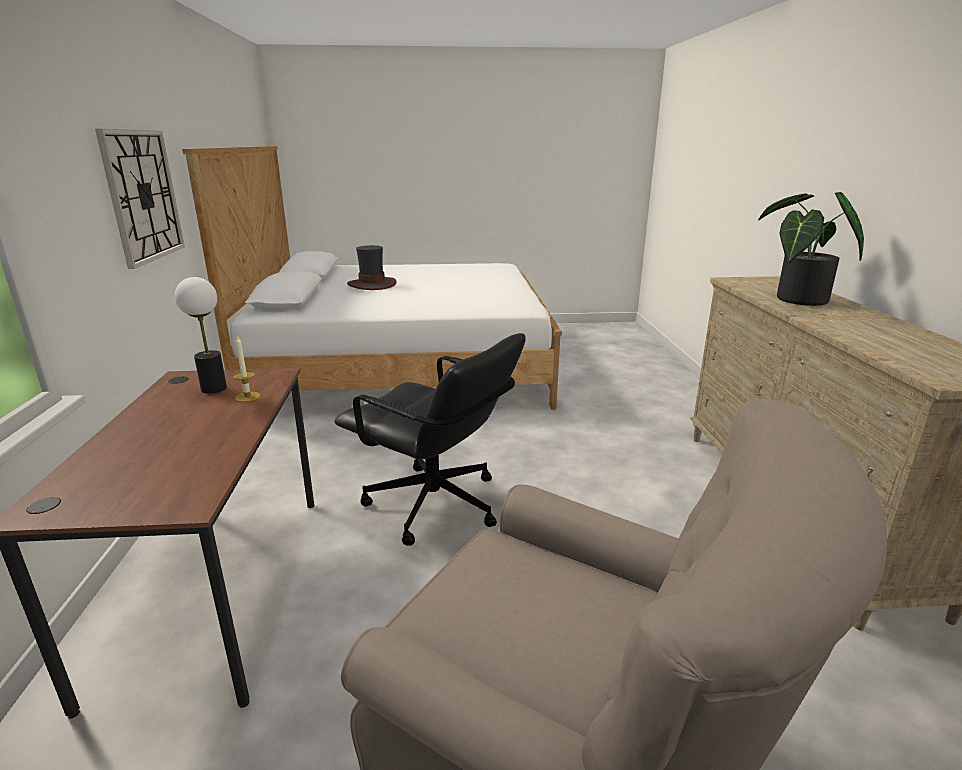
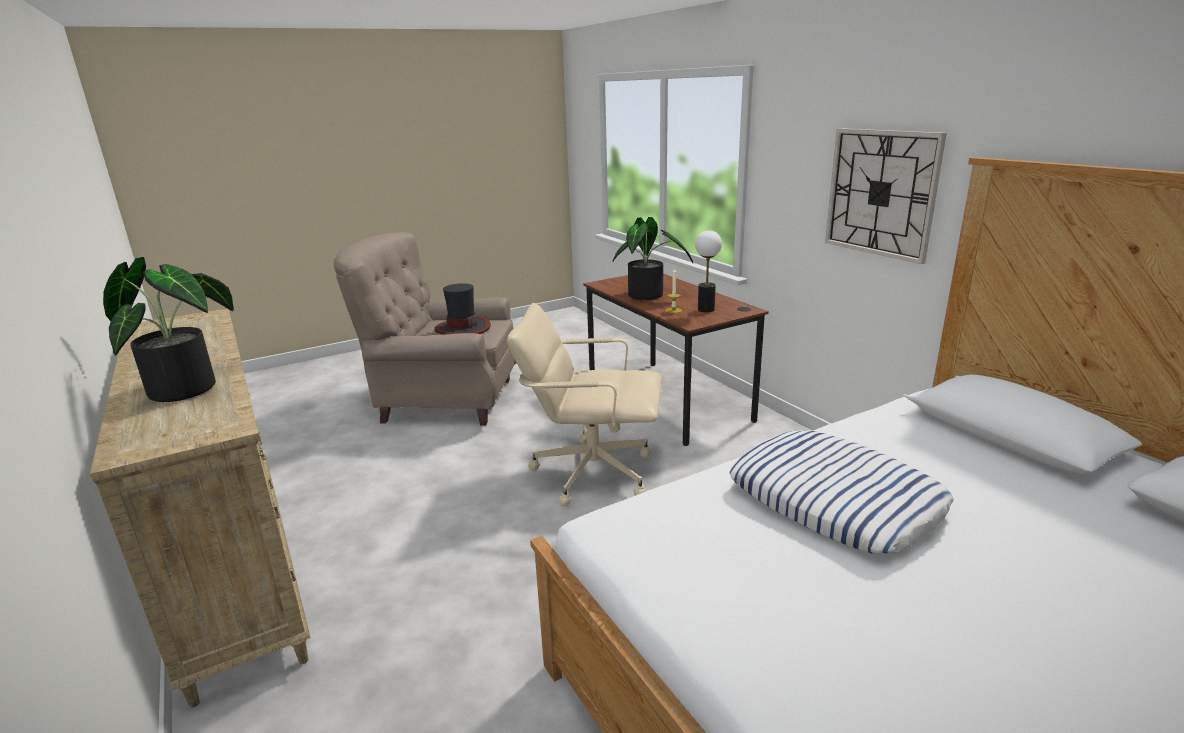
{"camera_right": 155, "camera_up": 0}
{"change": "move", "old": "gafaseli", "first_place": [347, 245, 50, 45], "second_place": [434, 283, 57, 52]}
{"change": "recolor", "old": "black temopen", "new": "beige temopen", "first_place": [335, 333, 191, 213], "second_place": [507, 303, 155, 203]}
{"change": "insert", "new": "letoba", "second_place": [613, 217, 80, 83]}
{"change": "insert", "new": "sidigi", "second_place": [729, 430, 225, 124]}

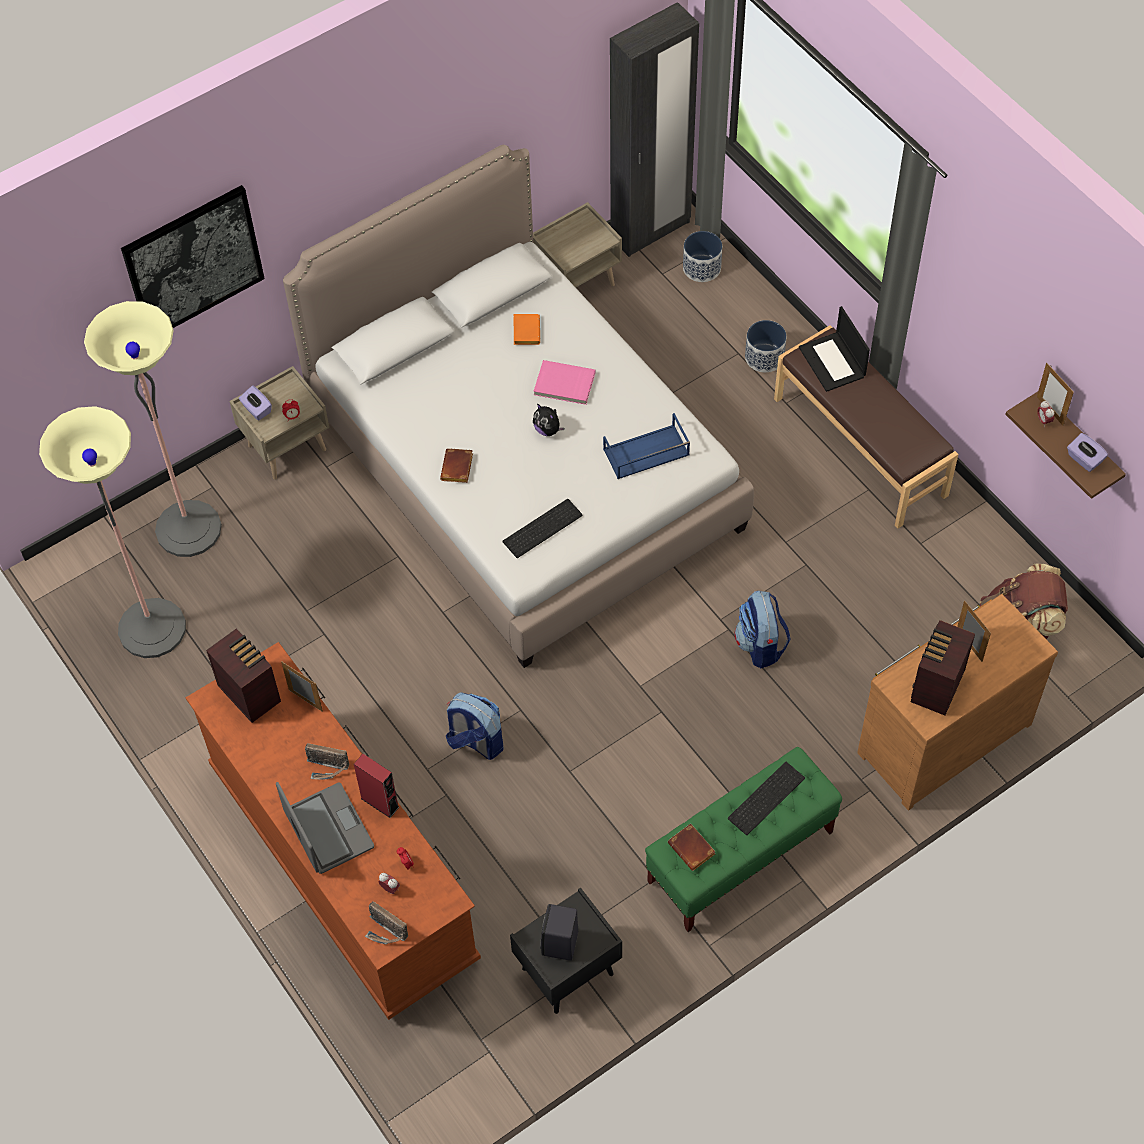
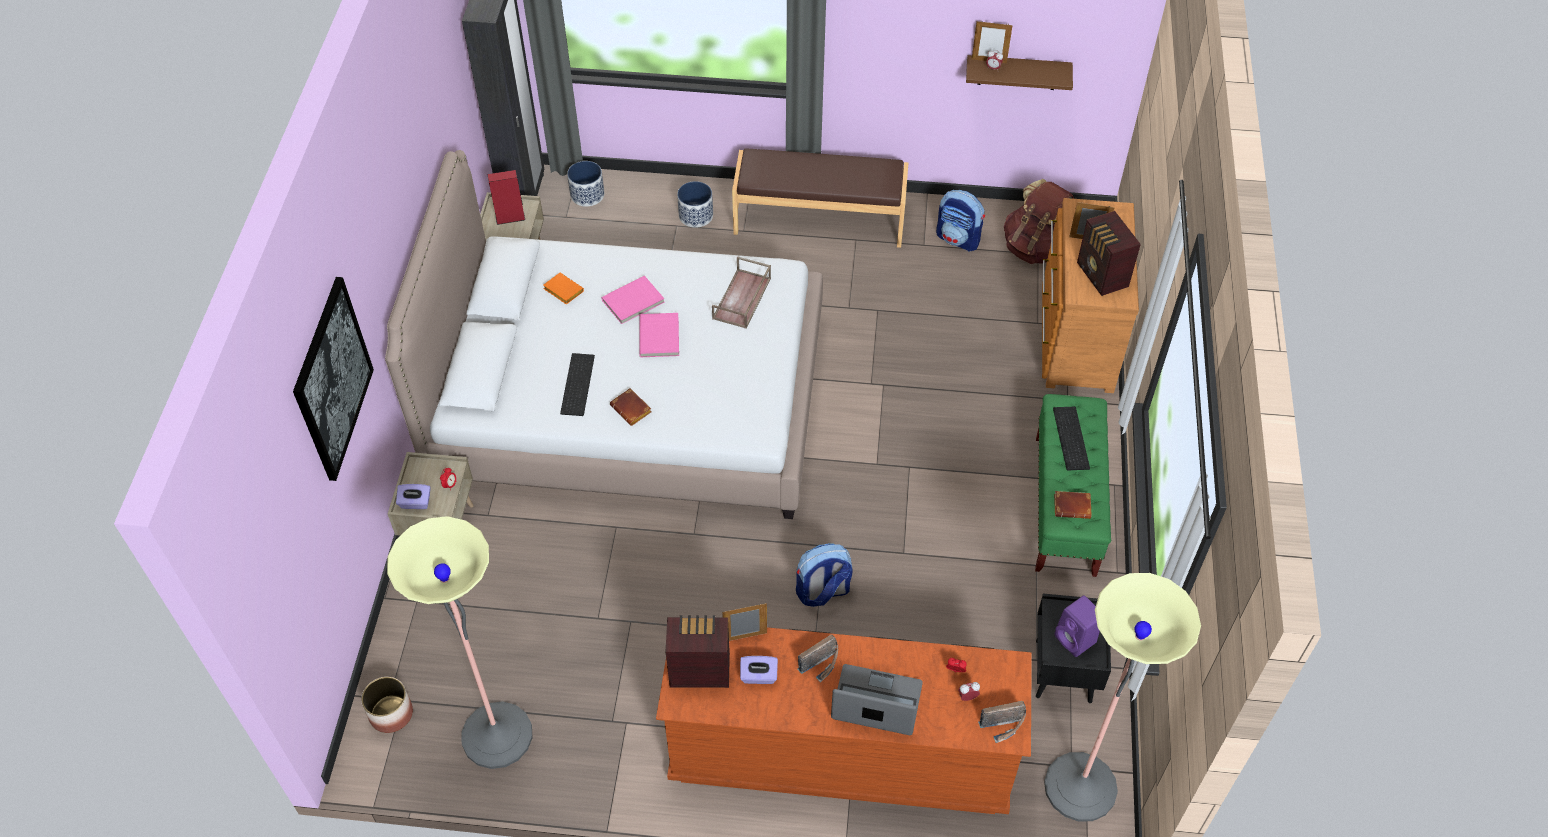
{"camera_right": -50, "camera_up": -5}
{"change": "move", "old": "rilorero", "first_place": [84, 301, 138, 256], "second_place": [1044, 573, 157, 249]}
{"change": "delete", "old": "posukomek", "first_place": [799, 306, 71, 86]}
{"change": "replace", "old": "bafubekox", "new": "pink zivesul", "first_place": [533, 403, 31, 33], "second_place": [639, 313, 40, 44]}
{"change": "recolor", "old": "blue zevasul", "new": "brown zevasul", "first_place": [603, 413, 87, 66], "second_place": [712, 256, 59, 73]}
{"change": "move", "old": "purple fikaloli", "first_place": [1067, 433, 41, 39], "second_place": [740, 656, 38, 28]}
{"change": "move", "old": "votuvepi", "first_place": [503, 499, 80, 59], "second_place": [560, 353, 35, 63]}
{"change": "move", "old": "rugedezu", "first_place": [735, 590, 56, 78], "second_place": [936, 190, 49, 61]}
{"change": "move", "old": "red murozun", "first_place": [354, 754, 45, 64], "second_place": [488, 170, 37, 55]}
{"change": "recolor", "old": "black murozun", "new": "purple murozun", "first_place": [540, 904, 38, 57], "second_place": [1054, 595, 46, 62]}
{"change": "insert", "new": "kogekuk", "second_place": [361, 677, 52, 56]}

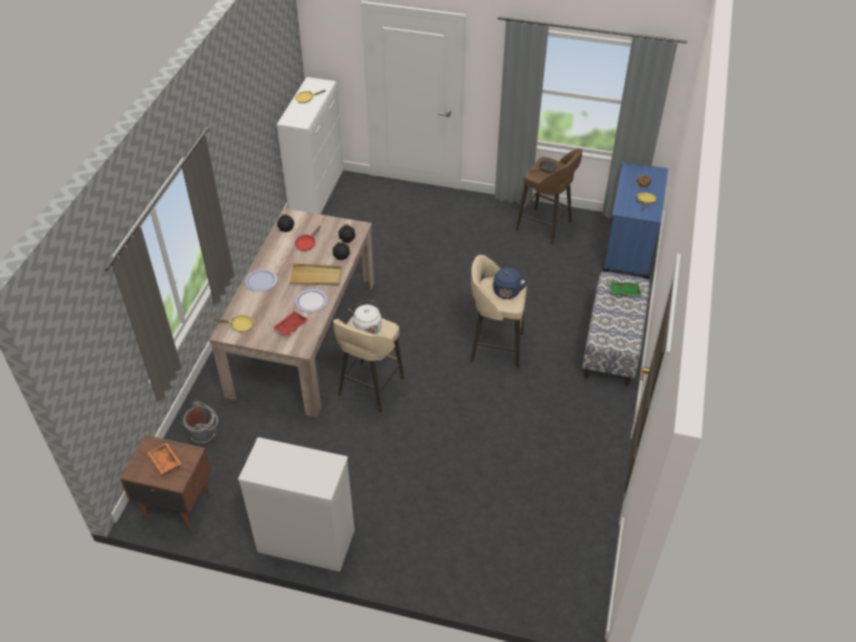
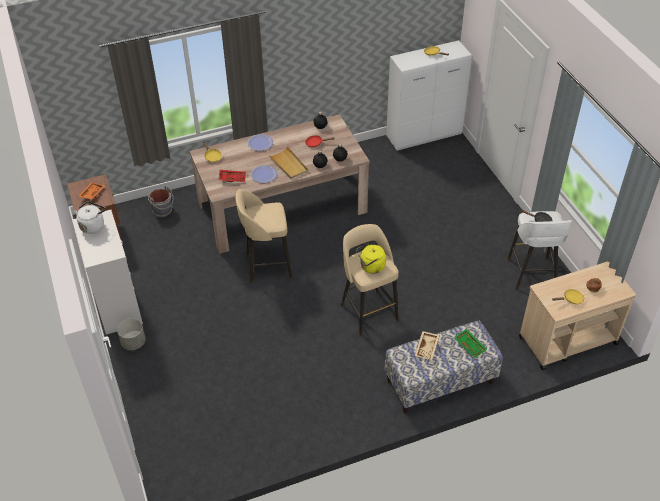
{"camera_right": 55, "camera_up": 0}
{"change": "recolor", "old": "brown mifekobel", "new": "white mifekobel", "first_place": [516, 148, 66, 97], "second_place": [507, 211, 65, 79]}
{"change": "recolor", "old": "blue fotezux", "new": "beige fotezux", "first_place": [603, 162, 65, 117], "second_place": [519, 261, 117, 109]}
{"change": "recolor", "old": "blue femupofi", "new": "yellow femupofi", "first_place": [493, 268, 34, 31], "second_place": [356, 243, 30, 31]}
{"change": "move", "old": "white femupofi", "first_place": [348, 300, 34, 34], "second_place": [74, 201, 32, 33]}
{"change": "insert", "new": "grey kogekuk", "second_place": [117, 319, 29, 31]}
{"change": "insert", "new": "beige zevasul", "second_place": [415, 331, 24, 29]}

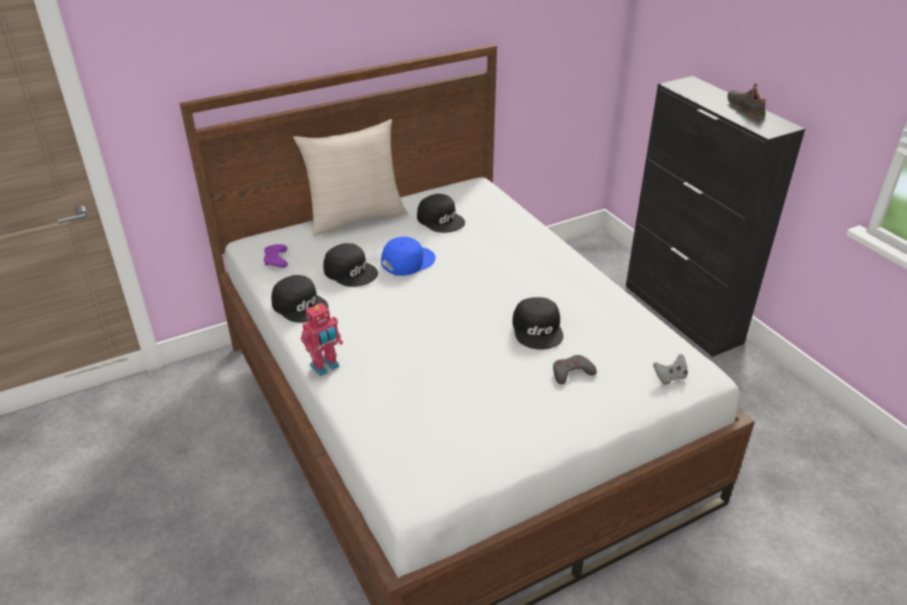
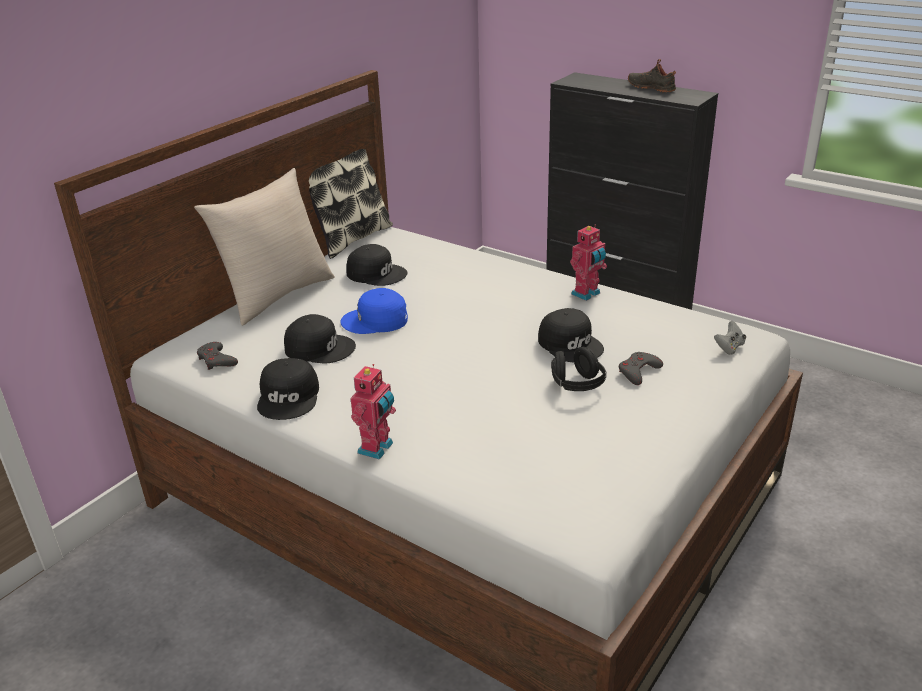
{"camera_right": -25, "camera_up": -5}
{"change": "rotate", "old": "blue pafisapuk", "first_place": [381, 237, 55, 39], "second_place": [341, 288, 67, 46], "degrees": -120}
{"change": "recolor", "old": "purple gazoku", "new": "grey gazoku", "first_place": [264, 244, 24, 24], "second_place": [197, 342, 41, 28]}
{"change": "rotate", "old": "black pafisapuk", "first_place": [271, 275, 58, 48], "second_place": [257, 358, 62, 62], "degrees": 75}
{"change": "insert", "new": "sidigi", "second_place": [309, 149, 84, 110]}
{"change": "insert", "new": "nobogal", "second_place": [570, 225, 37, 76]}
{"change": "insert", "new": "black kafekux", "second_place": [551, 347, 56, 44]}

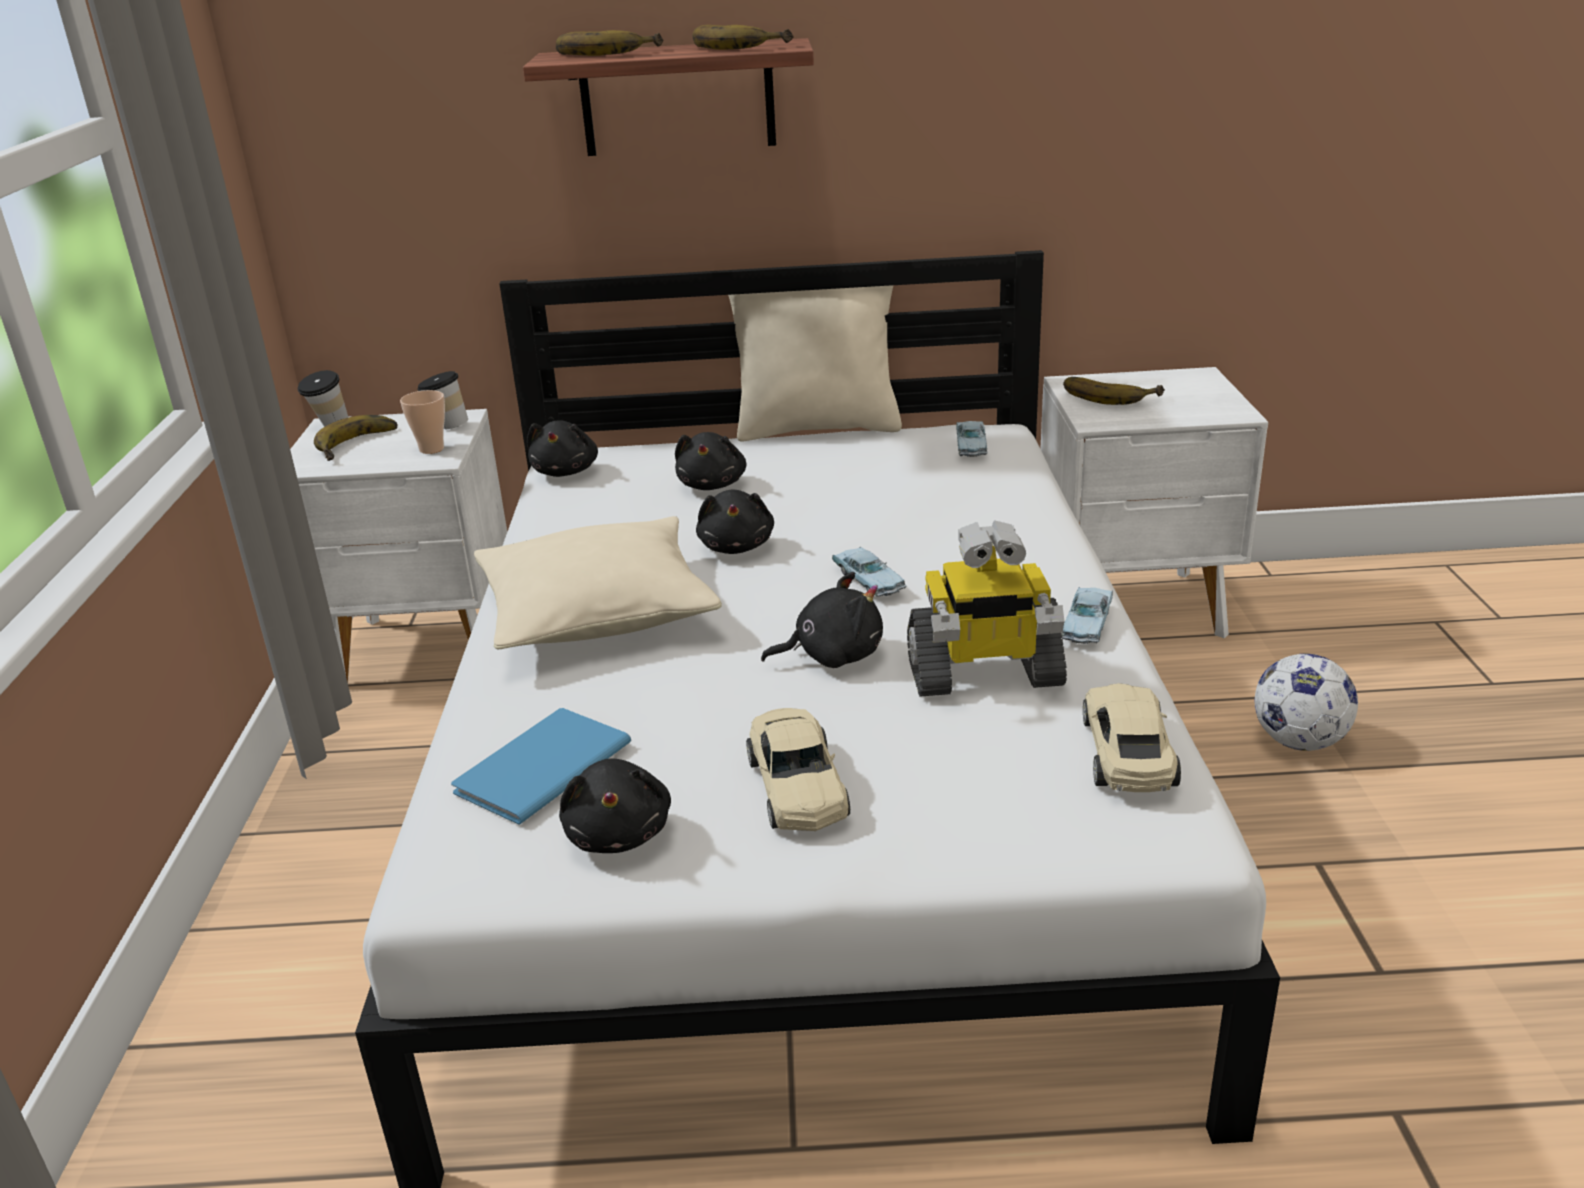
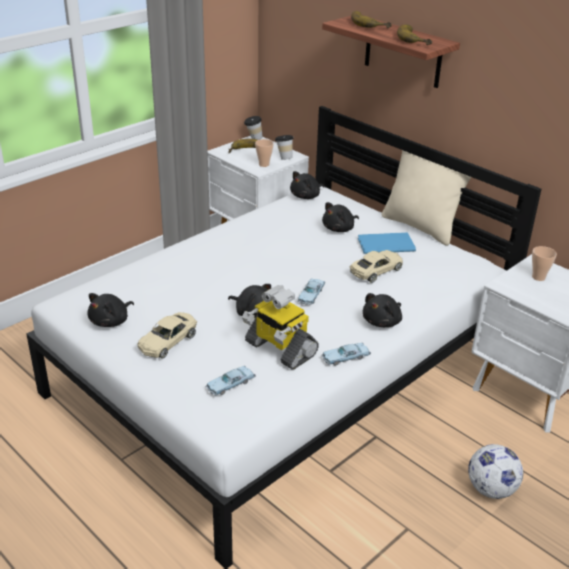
{"camera_right": 45, "camera_up": 5}
{"change": "replace", "old": "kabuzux", "new": "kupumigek", "first_place": [1063, 377, 102, 28], "second_place": [532, 246, 25, 35]}
{"change": "move", "old": "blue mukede", "first_place": [956, 421, 32, 36], "second_place": [206, 366, 50, 30]}
{"change": "move", "old": "black bafubekox", "first_place": [696, 490, 78, 64], "second_place": [363, 293, 39, 34]}
{"change": "delete", "old": "beige sidigi", "first_place": [474, 516, 248, 134]}
{"change": "move", "old": "beige mukede", "first_place": [1083, 683, 98, 109], "second_place": [350, 250, 53, 33]}
{"change": "move", "old": "blue zivesul", "first_place": [451, 708, 180, 117], "second_place": [358, 232, 58, 22]}

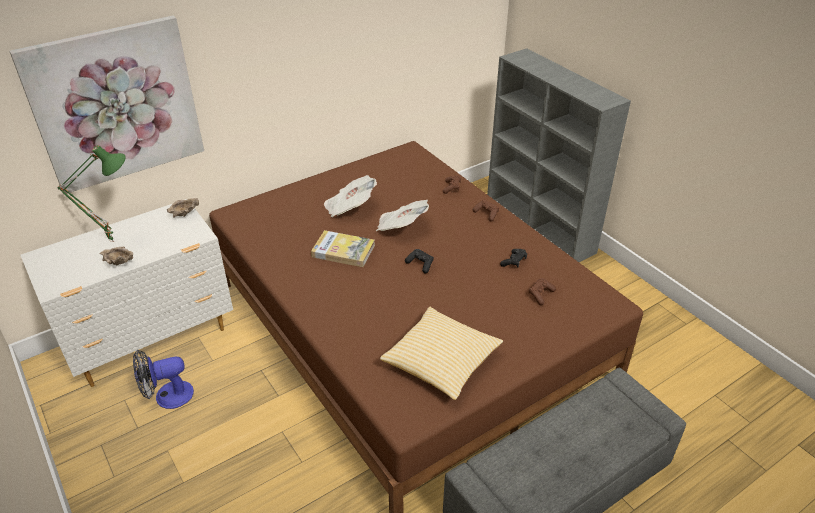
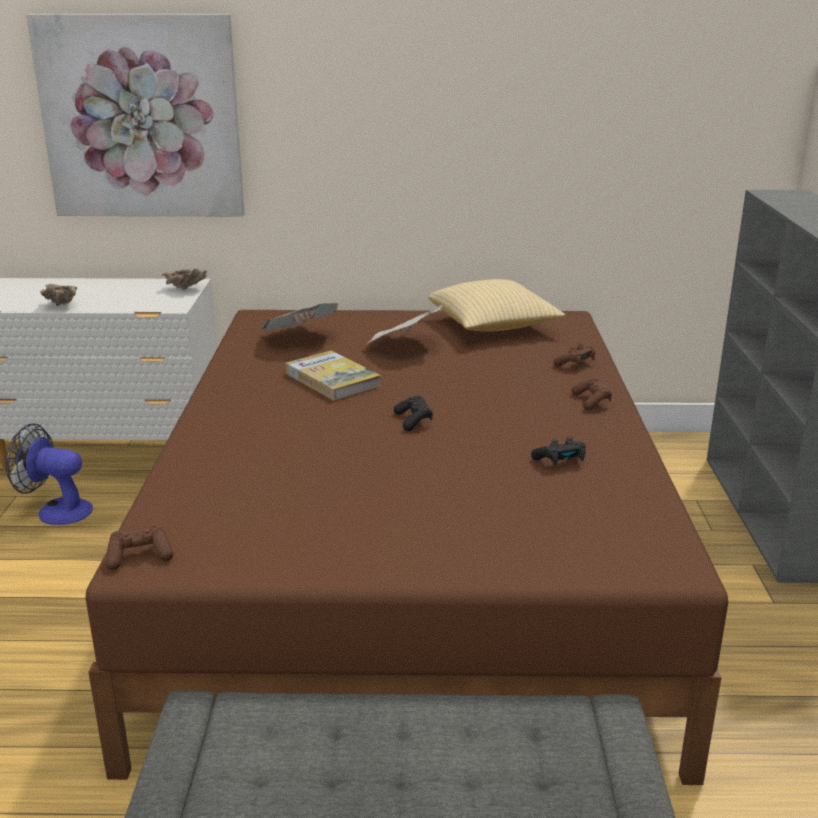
{"camera_right": 35, "camera_up": -15}
{"change": "delete", "old": "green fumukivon", "first_place": [57, 145, 69, 97]}
{"change": "move", "old": "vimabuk", "first_place": [376, 200, 53, 31], "second_place": [261, 303, 78, 28]}
{"change": "move", "old": "brown gazoku", "first_place": [529, 278, 27, 27], "second_place": [106, 525, 68, 45]}
{"change": "move", "old": "sidigi", "first_place": [380, 306, 123, 94], "second_place": [429, 279, 136, 53]}

